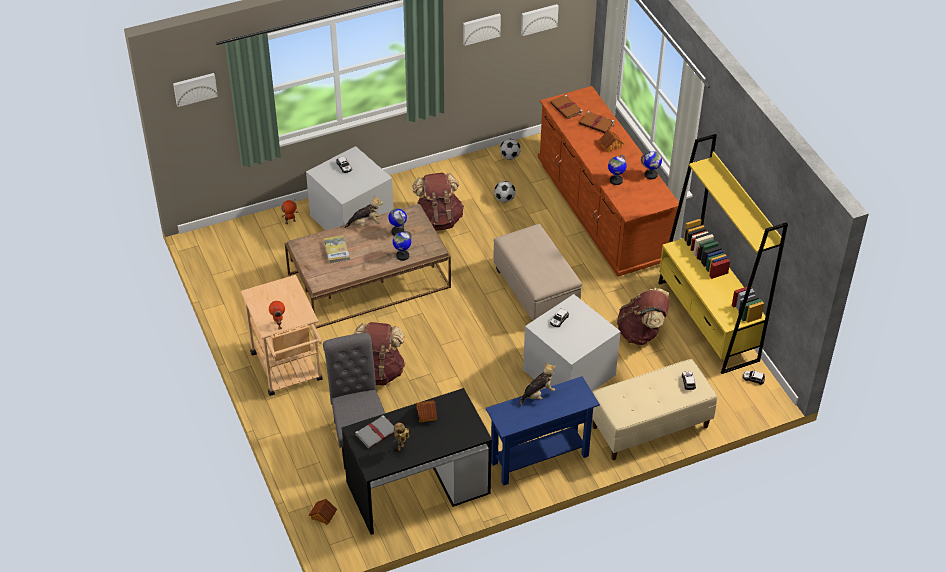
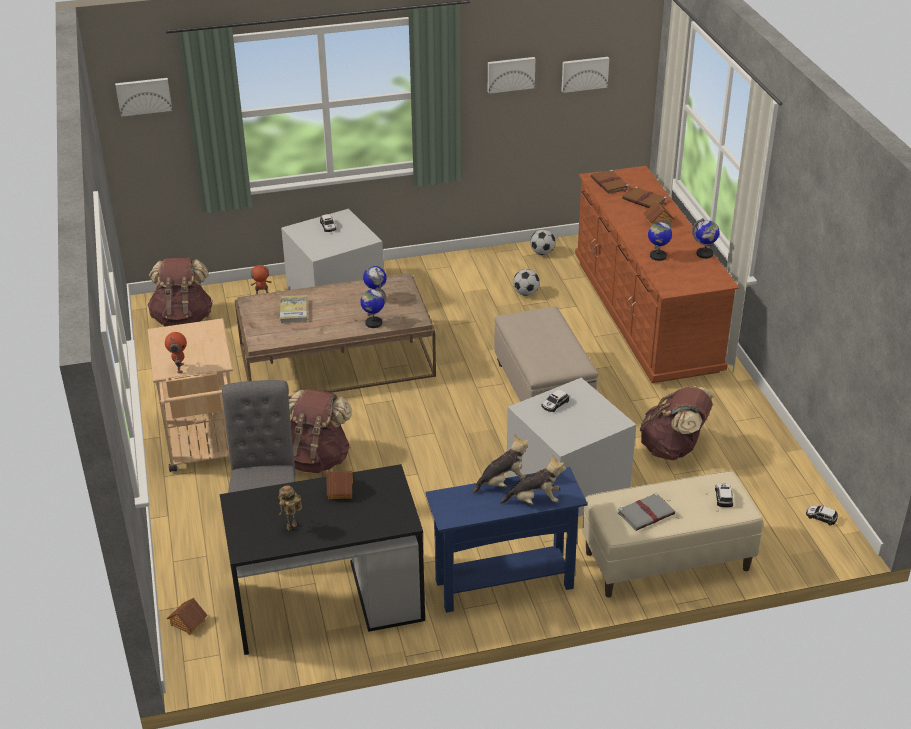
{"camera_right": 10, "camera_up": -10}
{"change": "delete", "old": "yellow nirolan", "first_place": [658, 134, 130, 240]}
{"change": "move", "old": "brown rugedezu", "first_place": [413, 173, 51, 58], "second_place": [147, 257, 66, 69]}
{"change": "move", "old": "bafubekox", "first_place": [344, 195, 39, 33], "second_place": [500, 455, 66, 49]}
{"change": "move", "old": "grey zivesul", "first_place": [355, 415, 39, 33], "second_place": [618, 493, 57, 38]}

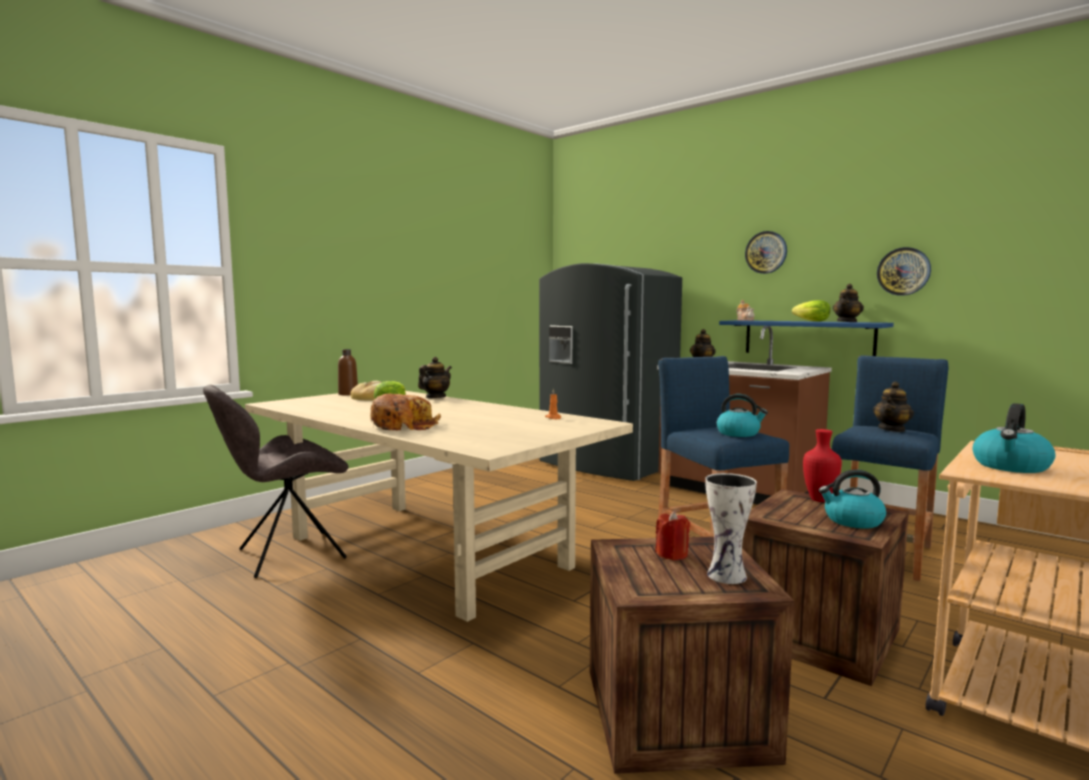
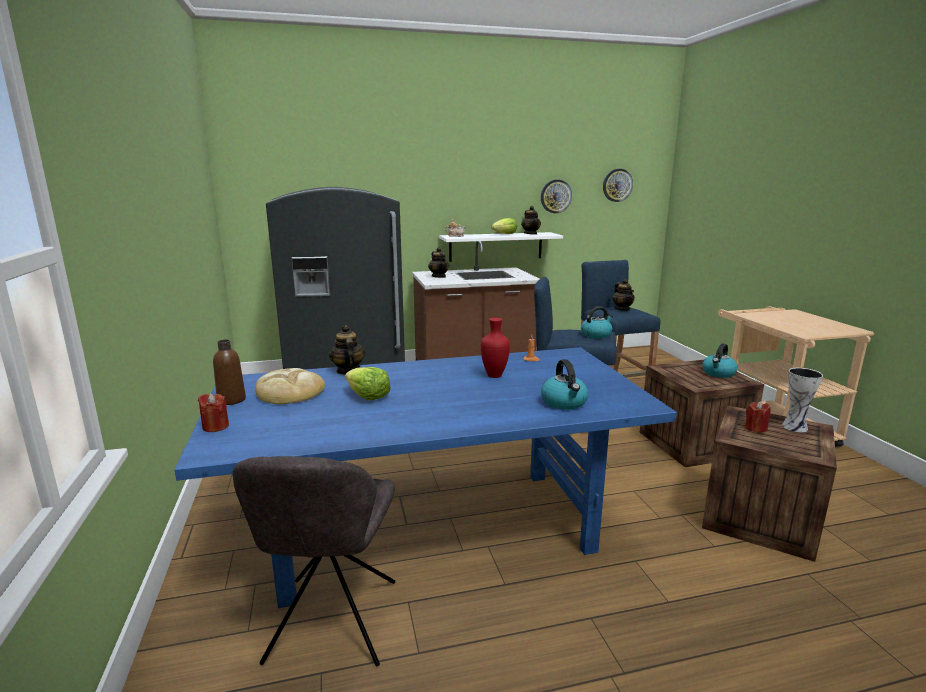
{"camera_right": -55, "camera_up": 10}
{"change": "move", "old": "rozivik", "first_place": [745, 231, 42, 43], "second_place": [603, 169, 30, 33]}
{"change": "recolor", "old": "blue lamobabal", "new": "white lamobabal", "first_place": [719, 320, 175, 36], "second_place": [439, 232, 124, 30]}
{"change": "recolor", "old": "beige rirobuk", "new": "blue rirobuk", "first_place": [245, 391, 388, 231], "second_place": [174, 347, 503, 261]}
{"change": "delete", "old": "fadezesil", "first_place": [370, 393, 71, 38]}
{"change": "move", "old": "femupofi", "first_place": [973, 403, 82, 70], "second_place": [541, 359, 47, 51]}
{"change": "move", "old": "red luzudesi", "first_place": [803, 429, 38, 73], "second_place": [481, 318, 29, 60]}
{"change": "insert", "new": "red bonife", "second_place": [198, 393, 31, 39]}

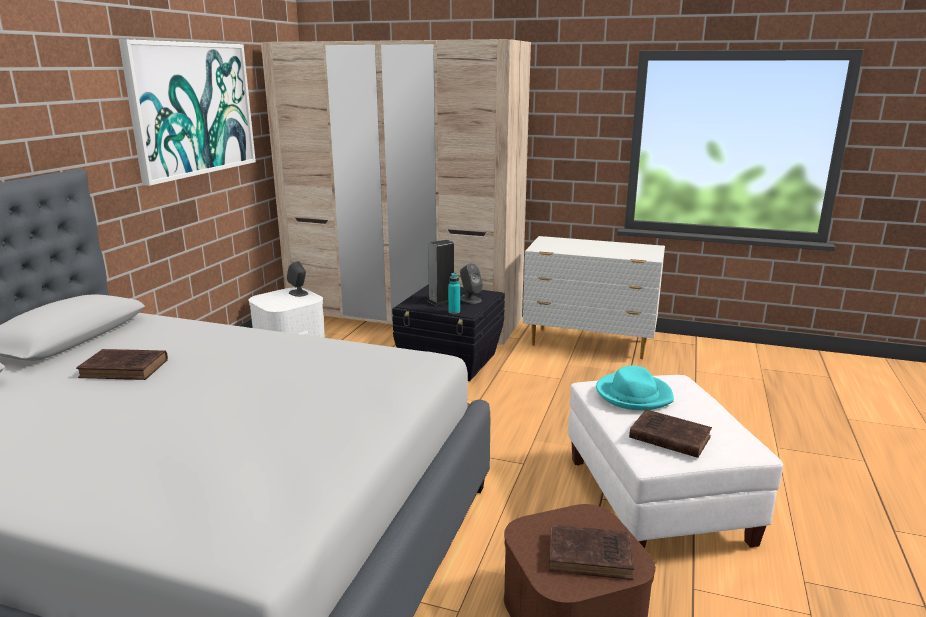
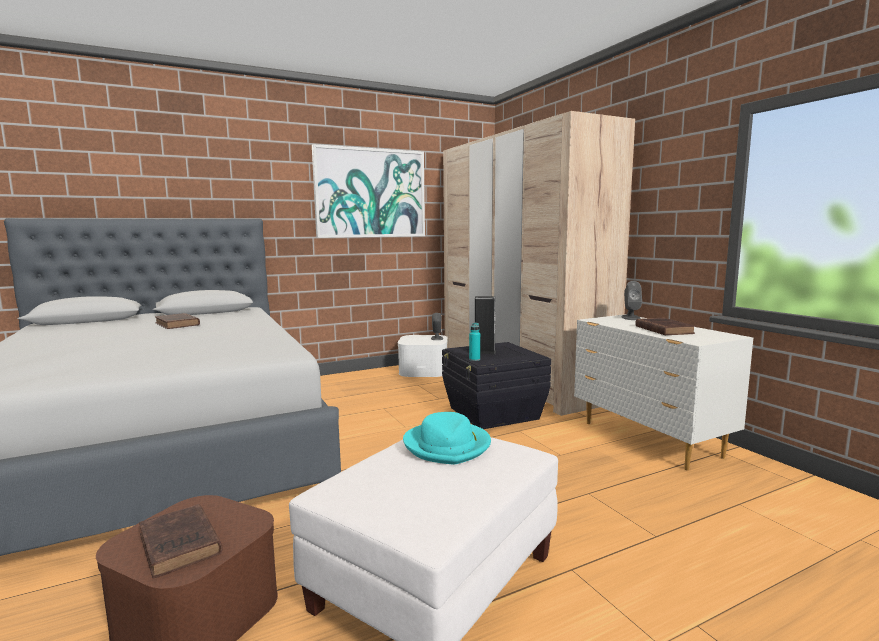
{"camera_right": 45, "camera_up": -10}
{"change": "move", "old": "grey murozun", "first_place": [460, 263, 23, 41], "second_place": [622, 281, 20, 39]}
{"change": "move", "old": "brown zivesul", "first_place": [629, 409, 83, 49], "second_place": [635, 318, 60, 18]}

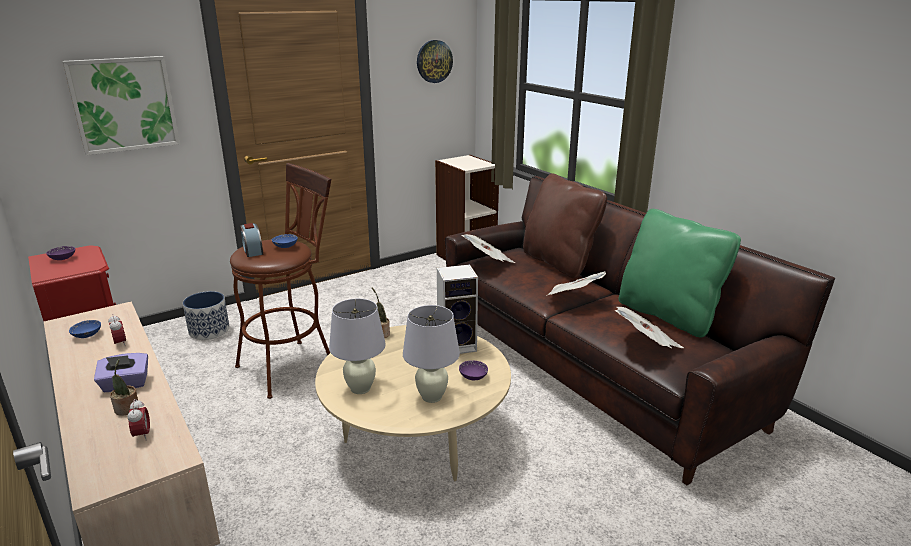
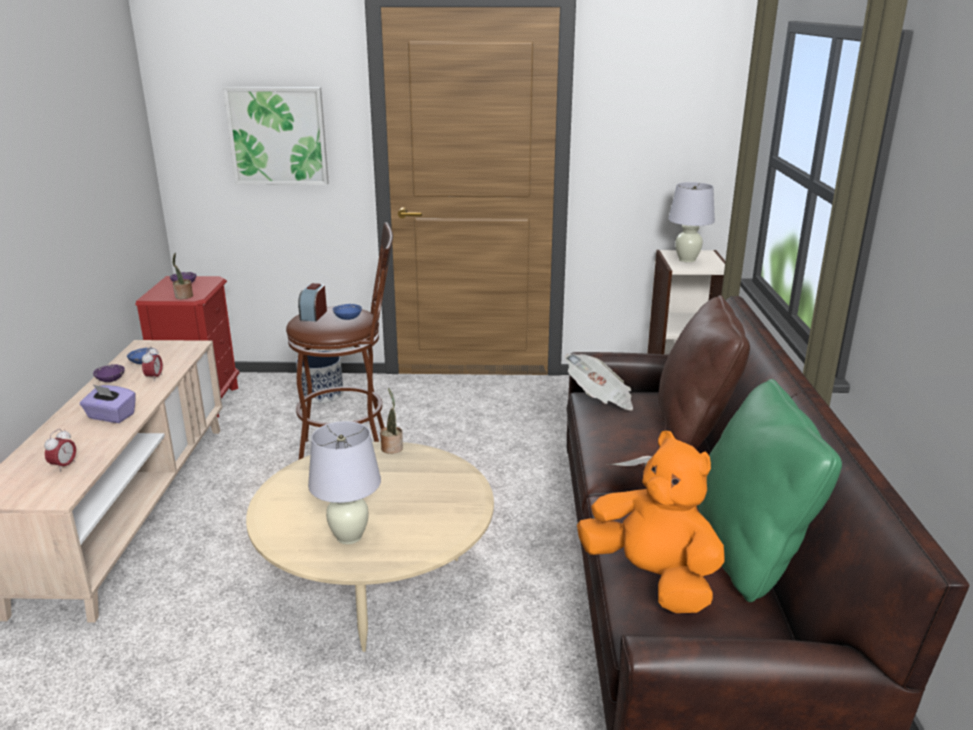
{"camera_right": 35, "camera_up": 0}
{"change": "delete", "old": "rozivik", "first_place": [417, 40, 36, 43]}
{"change": "delete", "old": "murozun", "first_place": [437, 265, 41, 89]}
{"change": "move", "old": "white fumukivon", "first_place": [329, 299, 57, 95], "second_place": [668, 182, 47, 80]}
{"change": "replace", "old": "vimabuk", "new": "orange bafubekox", "first_place": [615, 307, 69, 41], "second_place": [577, 431, 148, 182]}
{"change": "move", "old": "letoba", "first_place": [110, 359, 28, 57], "second_place": [172, 253, 21, 46]}
{"change": "move", "old": "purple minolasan", "first_place": [459, 360, 29, 20], "second_place": [93, 364, 32, 18]}

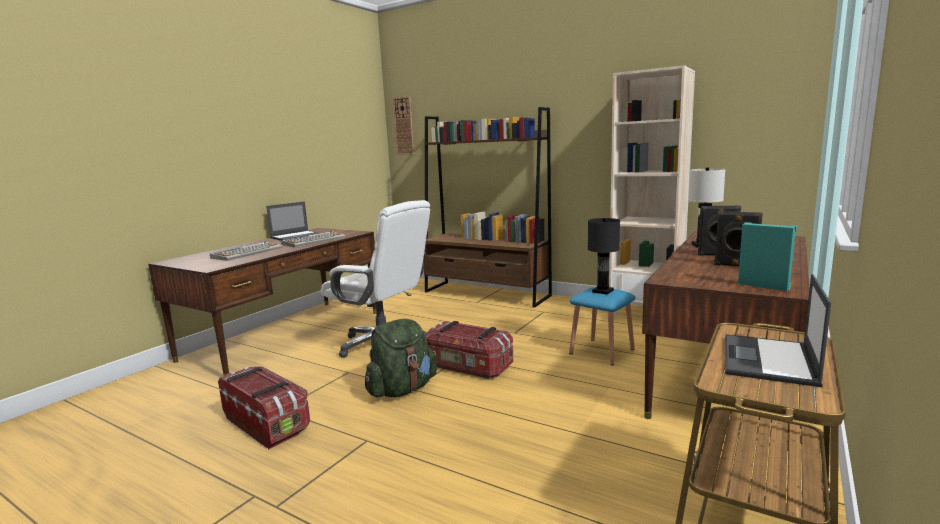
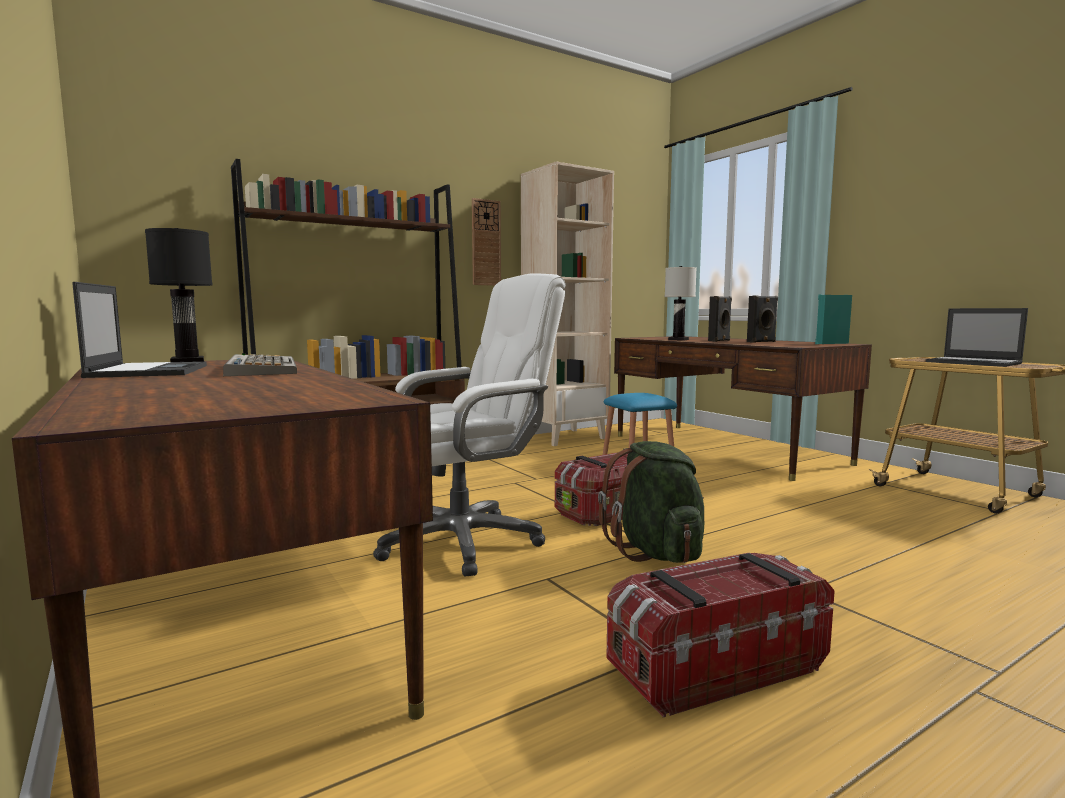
{"camera_right": -65, "camera_up": -5}
{"change": "move", "old": "rozivik", "first_place": [393, 96, 21, 59], "second_place": [472, 198, 29, 88]}
{"change": "move", "old": "black fumukivon", "first_place": [588, 218, 32, 77], "second_place": [145, 228, 68, 134]}
{"change": "delete", "old": "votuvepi", "first_place": [210, 242, 73, 19]}

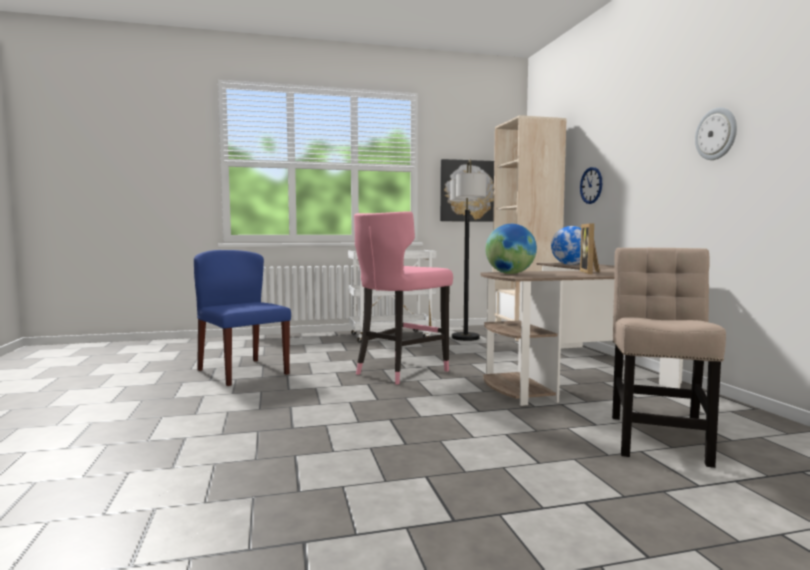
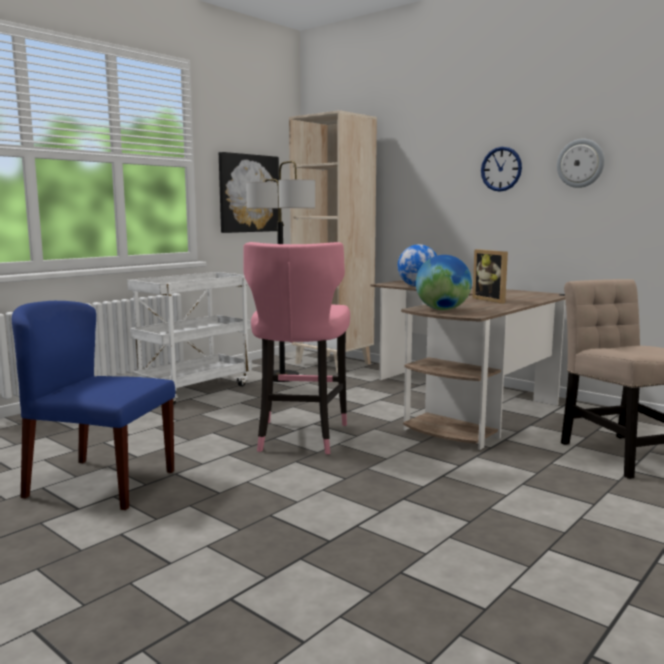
{"camera_right": -35, "camera_up": 5}
{"change": "move", "old": "rozivik", "first_place": [580, 167, 22, 37], "second_place": [481, 147, 41, 45]}

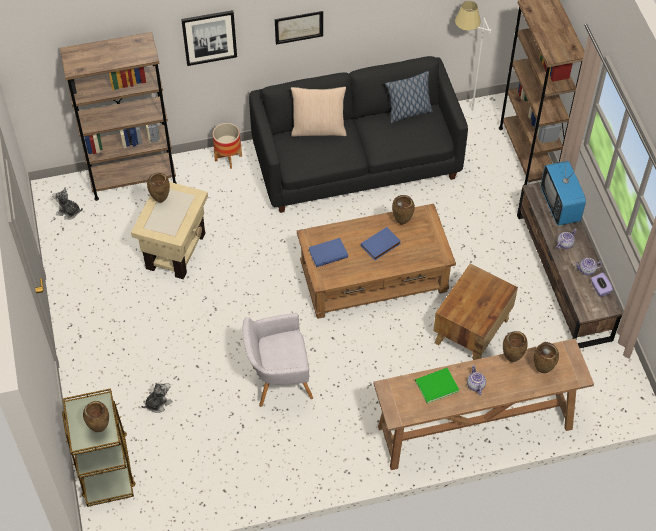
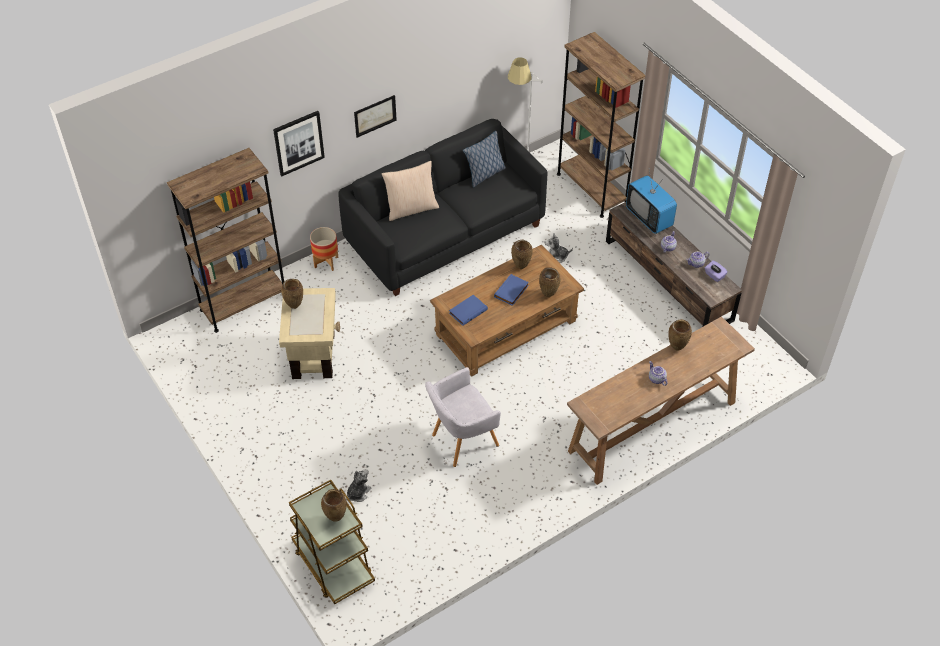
{"camera_right": -20, "camera_up": -5}
{"change": "move", "old": "bafubekox", "first_place": [52, 187, 31, 33], "second_place": [545, 233, 28, 30]}
{"change": "delete", "old": "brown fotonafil", "first_place": [433, 264, 85, 96]}
{"change": "move", "old": "brown luzudesi", "first_place": [534, 342, 25, 31], "second_place": [539, 267, 21, 30]}
{"change": "delete", "old": "green zivesul", "first_place": [415, 368, 44, 36]}

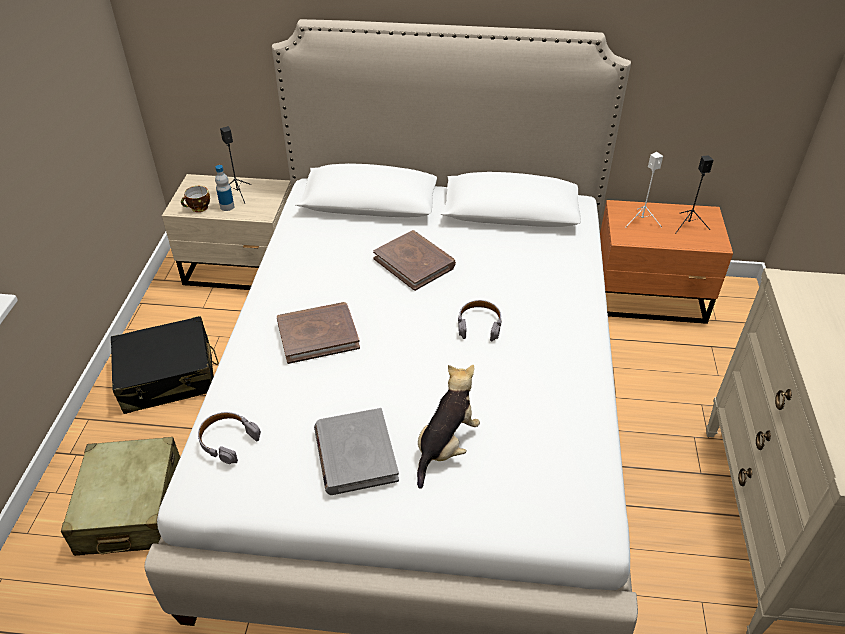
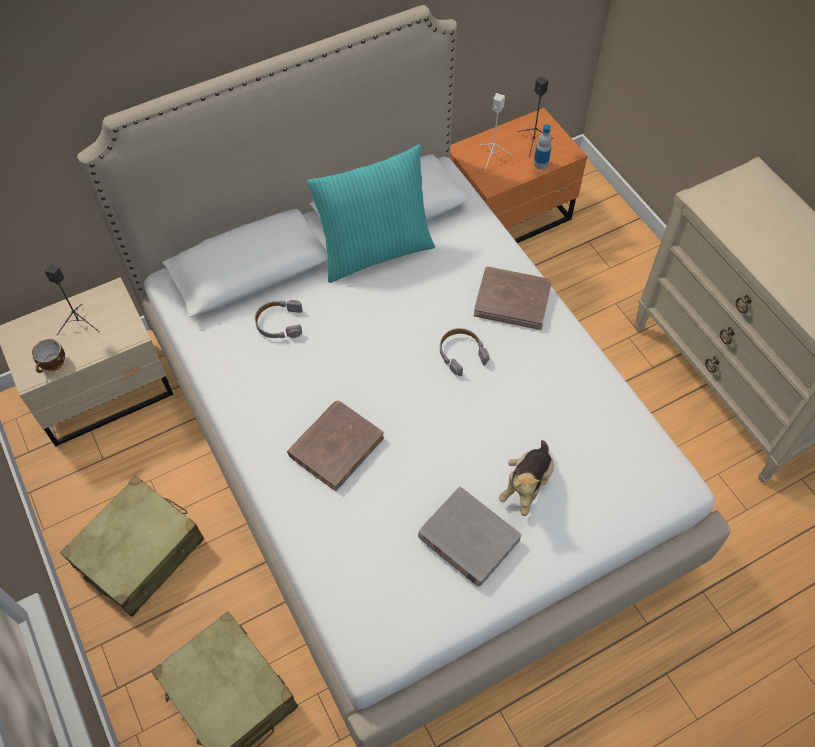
{"camera_right": -35, "camera_up": 15}
{"change": "move", "old": "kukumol", "first_place": [215, 165, 20, 46], "second_place": [533, 124, 19, 46]}
{"change": "move", "old": "brown zivesul", "first_place": [373, 230, 83, 61], "second_place": [474, 266, 78, 64]}
{"change": "recolor", "old": "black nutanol", "new": "beige nutanol", "first_place": [111, 316, 108, 98], "second_place": [60, 476, 144, 141]}
{"change": "rotate", "old": "bafubekox", "first_place": [417, 364, 63, 125], "second_place": [499, 440, 55, 76], "degrees": -150}
{"change": "move", "old": "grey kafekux", "first_place": [198, 412, 63, 52], "second_place": [255, 300, 48, 39]}
{"change": "insert", "new": "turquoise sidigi", "second_place": [307, 144, 128, 139]}

